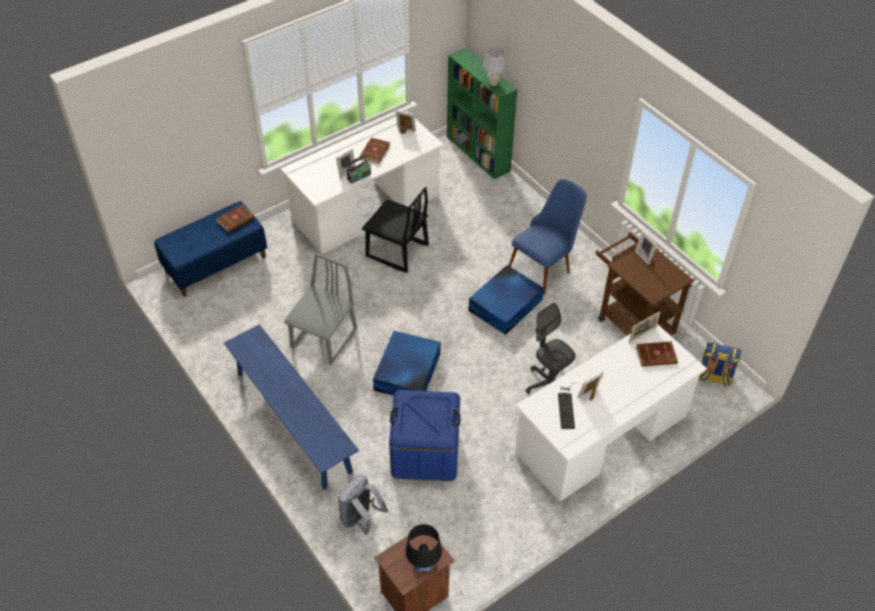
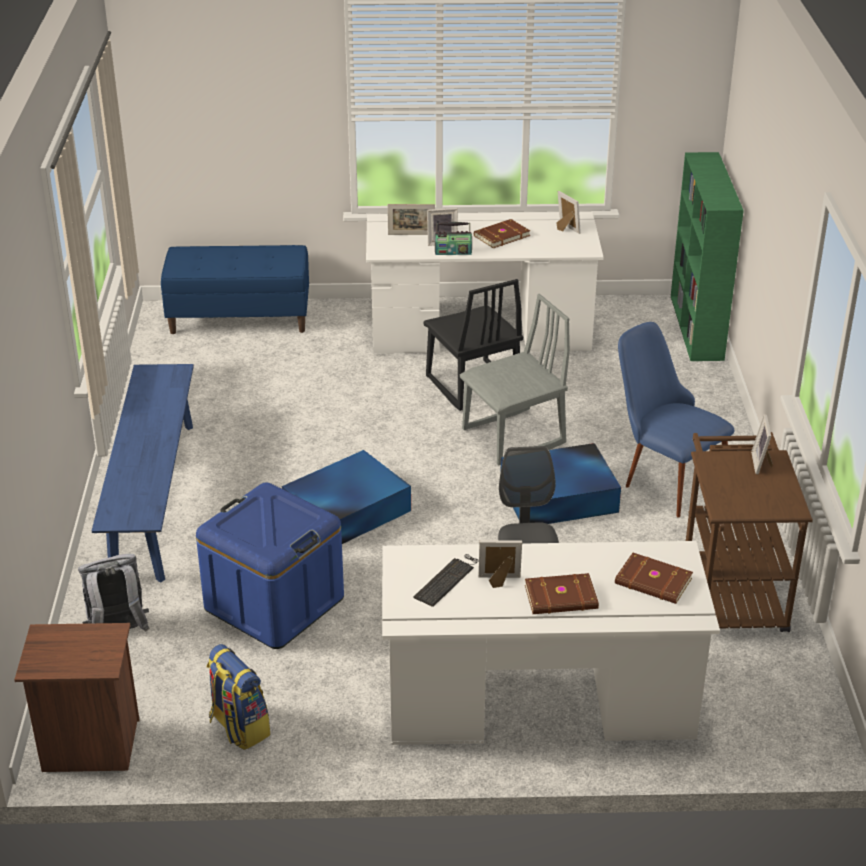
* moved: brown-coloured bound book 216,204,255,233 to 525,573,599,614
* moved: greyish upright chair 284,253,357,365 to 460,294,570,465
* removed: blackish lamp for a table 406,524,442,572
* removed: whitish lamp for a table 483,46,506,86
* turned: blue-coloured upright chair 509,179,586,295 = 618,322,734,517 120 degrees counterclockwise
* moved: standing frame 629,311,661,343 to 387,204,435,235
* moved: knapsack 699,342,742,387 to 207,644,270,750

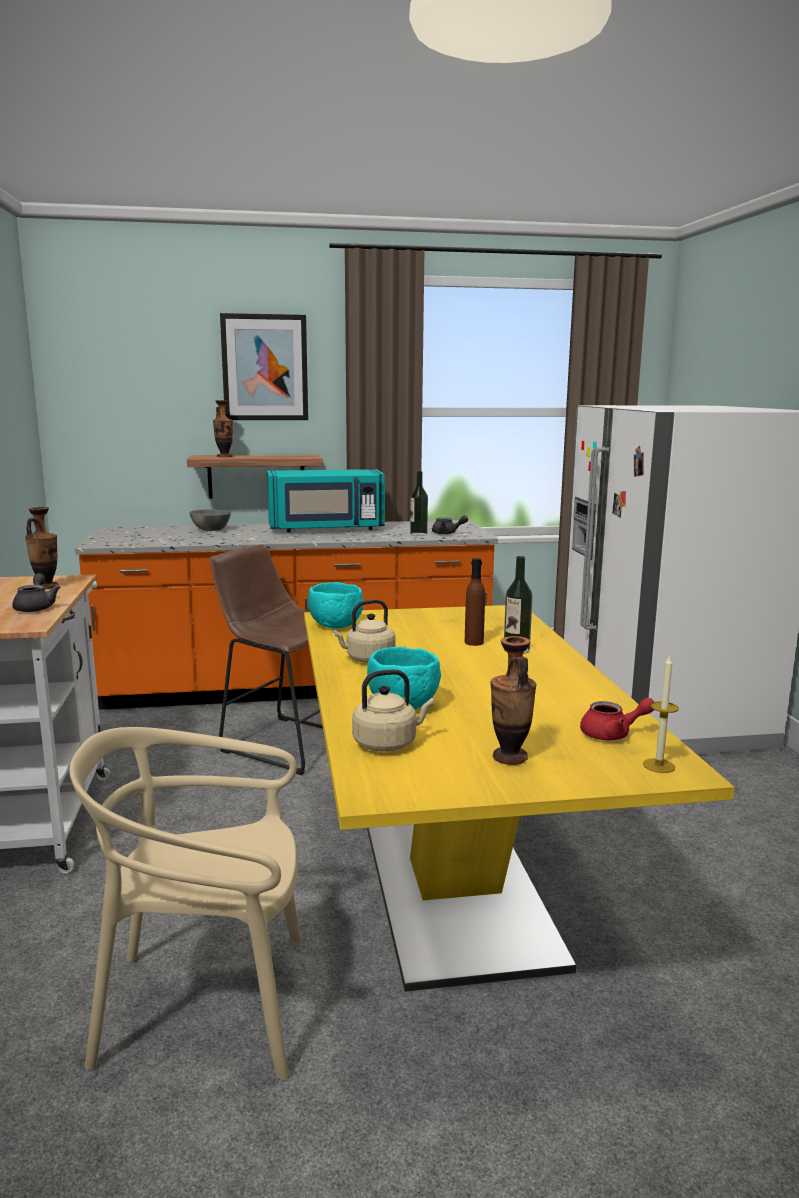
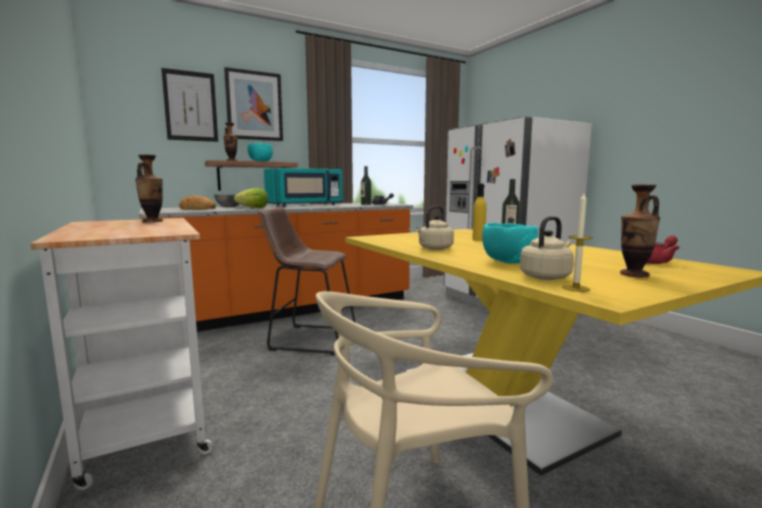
* removed: greyish tea pot 12,573,60,612
* moved: blue-green deep dish 308,582,363,628 to 248,143,273,162
* recoloured: brown-coloured bottle 465,558,485,646 to yellow bottle 472,184,486,241
* moved: candle 643,655,679,773 to 562,193,593,292
* added: wall art 161,68,218,142
* added: bread 179,195,216,210
* added: head of lettuce 234,188,268,208

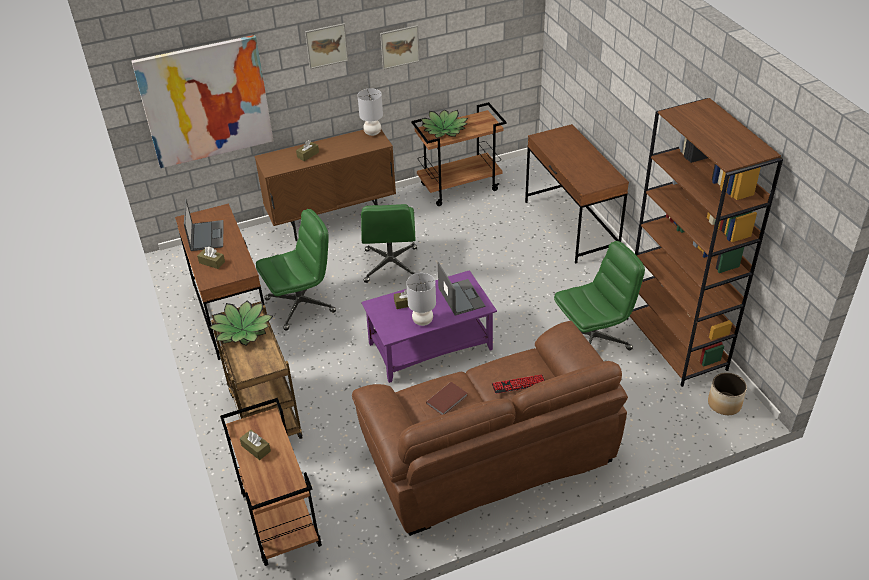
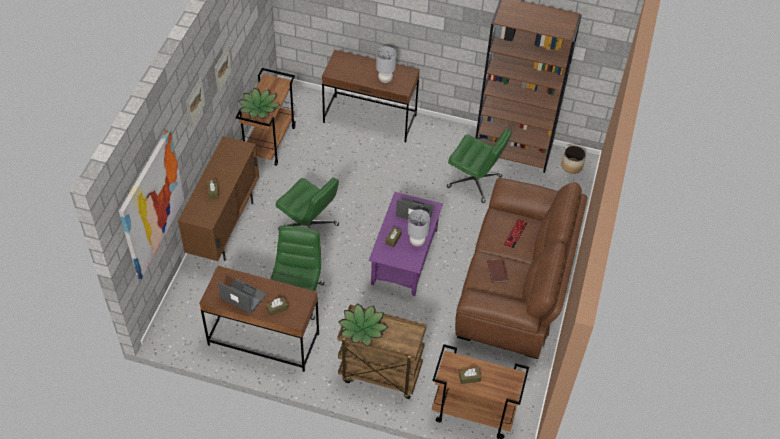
* moved: greyish lamp for a table 357,88,383,136 to 376,46,396,83
* turned: green-coloured desk chair 554,241,645,351 = 447,129,512,203 105 degrees clockwise

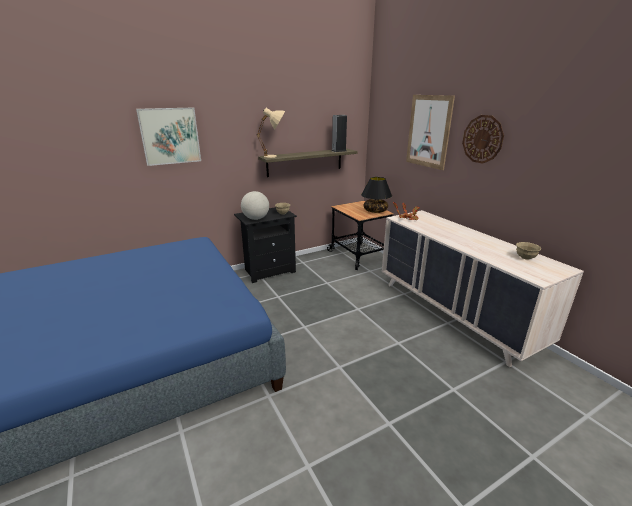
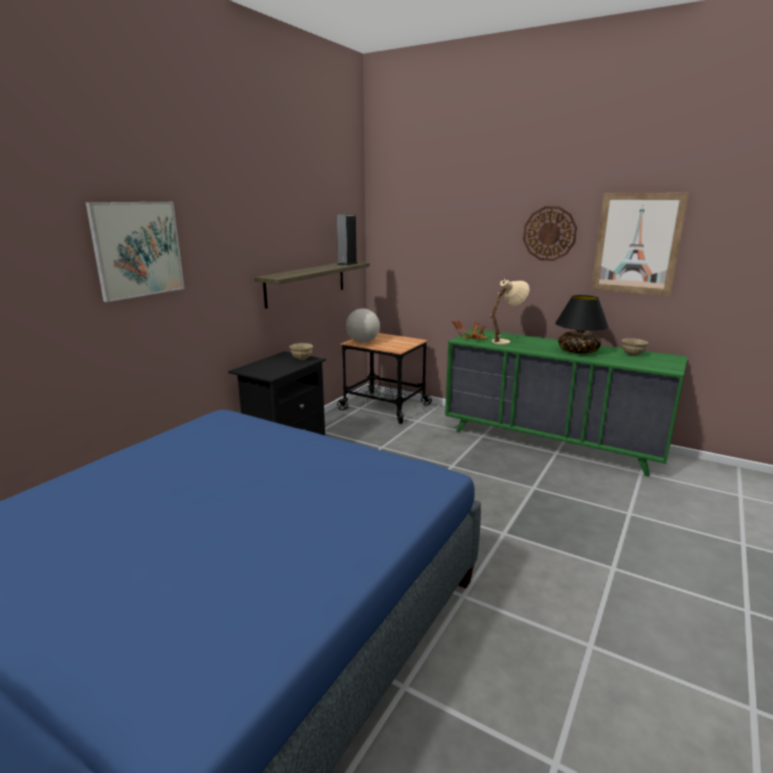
* moved: world globe 241,191,269,220 to 346,309,380,343
* moved: beige-coloured lamp for a table 257,108,285,158 to 491,278,529,345
* moved: blackish lamp for a table 361,177,392,213 to 555,295,609,354
* recoloured: beige-coloured drawer chest 382,210,584,367 to green-coloured drawer chest 445,329,688,477
* moved: wall art 406,95,455,170 to 591,193,689,296

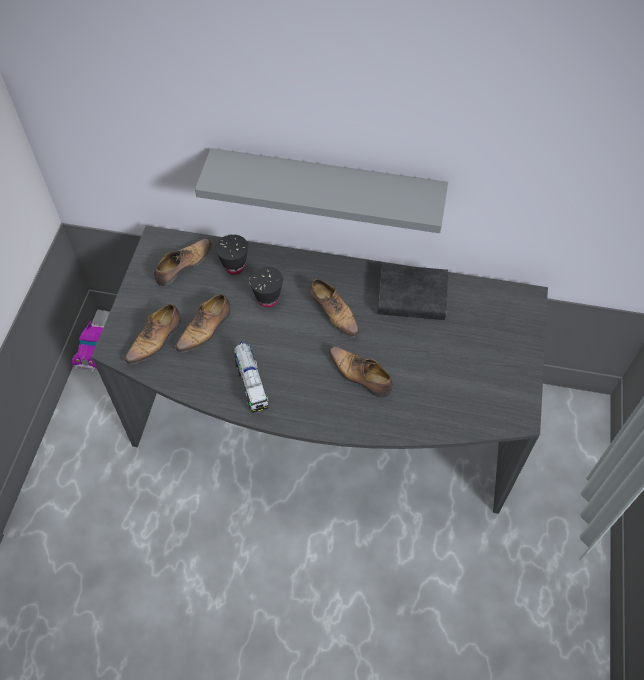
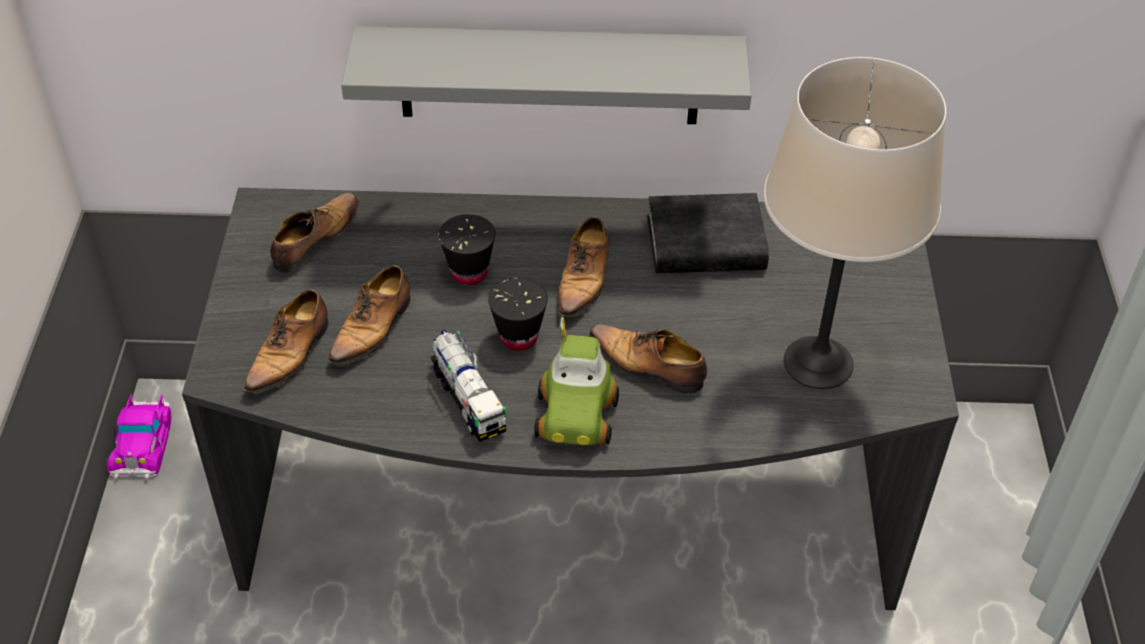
* moved: blackish cup 215,234,248,275 to 488,278,548,350
* turned: low shoe 310,279,359,337 = 558,217,609,317 60 degrees clockwise
* added: miniature car 534,317,619,445
* added: beige-coloured lamp for a table 763,57,946,389

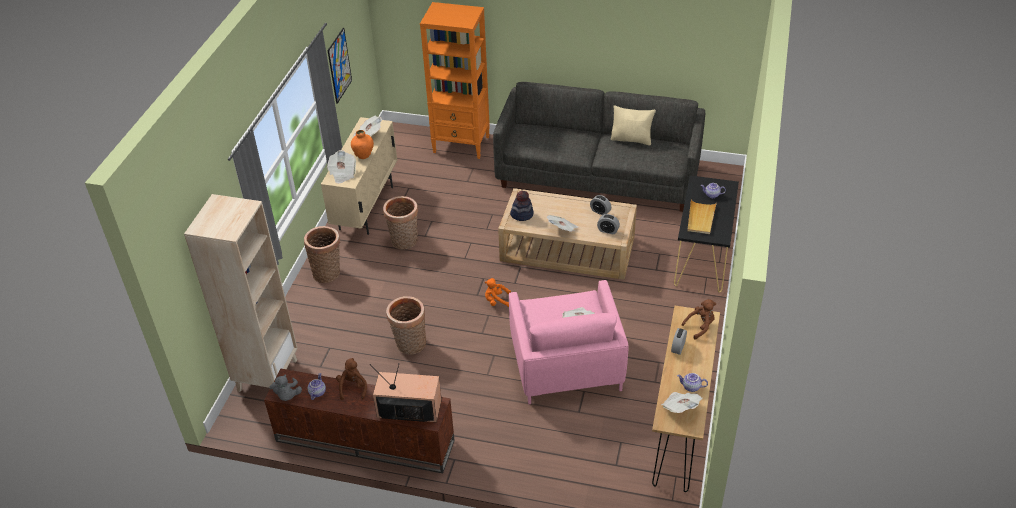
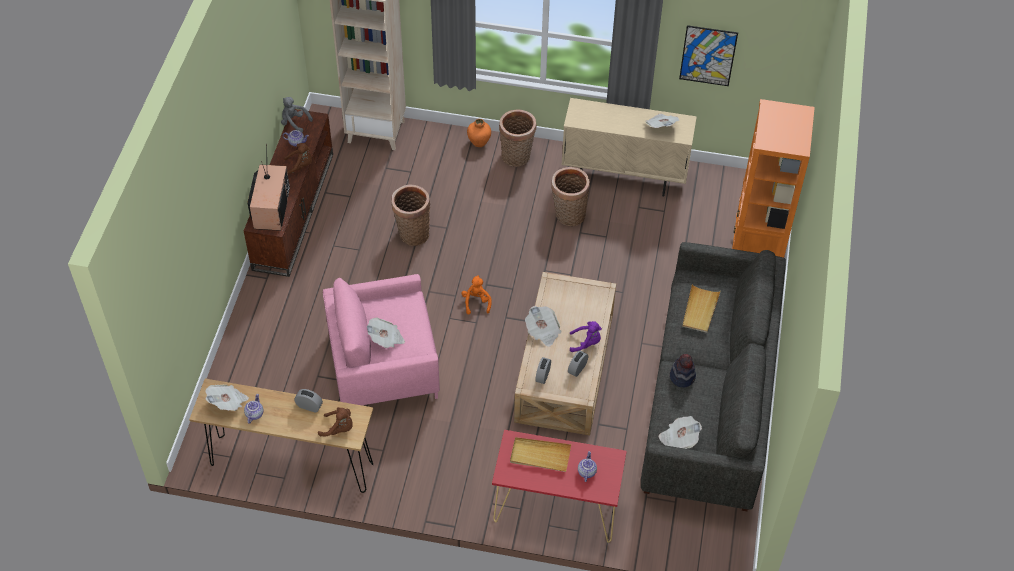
* turned: greyish plush toy 269,375,302,401 = 281,97,313,132 45 degrees clockwise
* moved: printed paper 327,150,356,184 to 659,416,702,449
* moved: orange-coloured decorative vase 351,130,374,159 to 467,119,491,147
* moved: hat 510,191,534,221 to 670,354,696,387
* removed: beige-coloured throw pillow 611,105,656,145
* recoloured: blackish hall table 674,175,739,293 to red-coloured hall table 492,430,627,543
* turned: brown-coloured plush toy 681,299,716,339 = 318,407,353,436 45 degrees counterclockwise
* added: purple-coloured plush toy 570,321,602,352
* added: beige-coloured tray 682,284,721,333

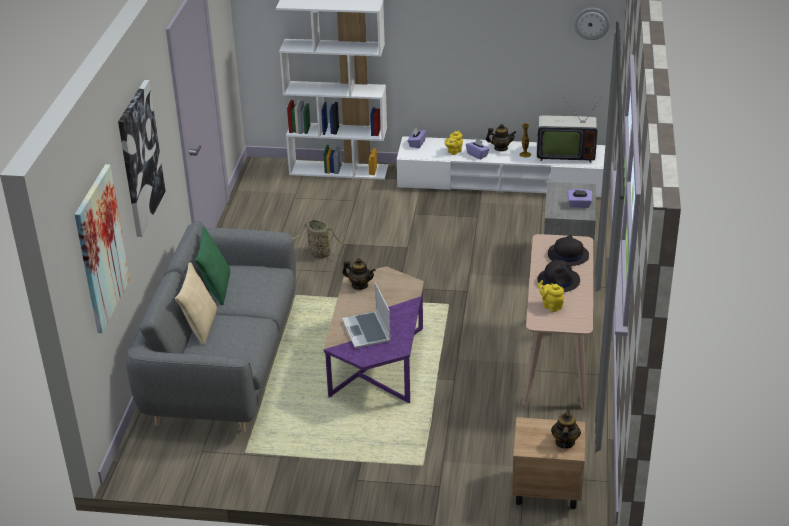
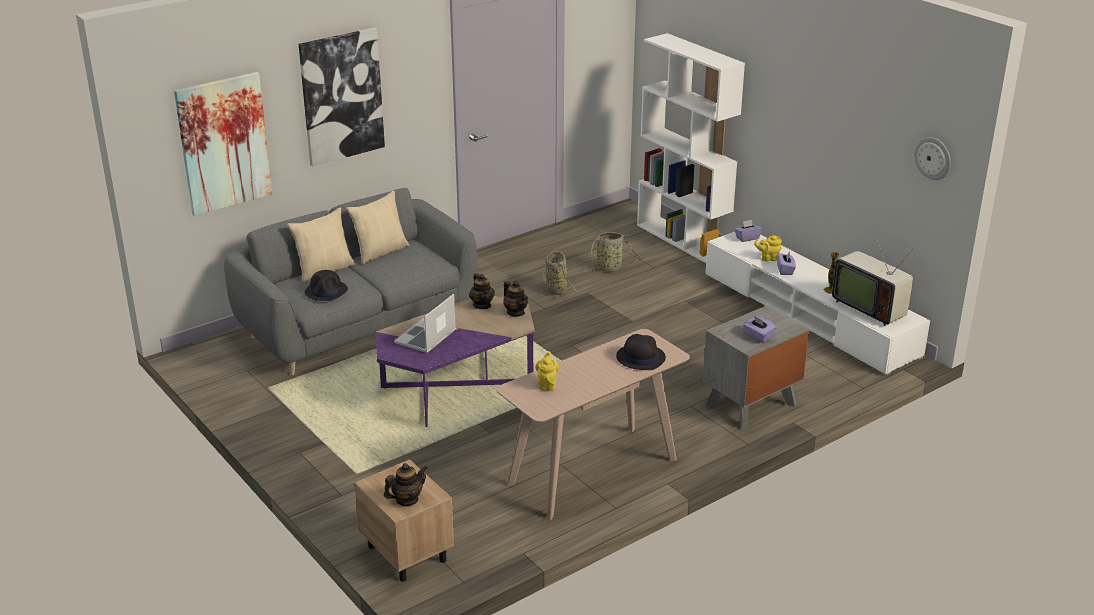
* recoloured: green-coloured throw pillow 195,227,230,305 to beige-coloured throw pillow 346,191,409,264
* moved: tea pot 486,124,517,151 to 503,281,528,316
* moved: blackish hat 538,260,580,292 to 304,270,348,301
* added: household basket 585,232,644,272

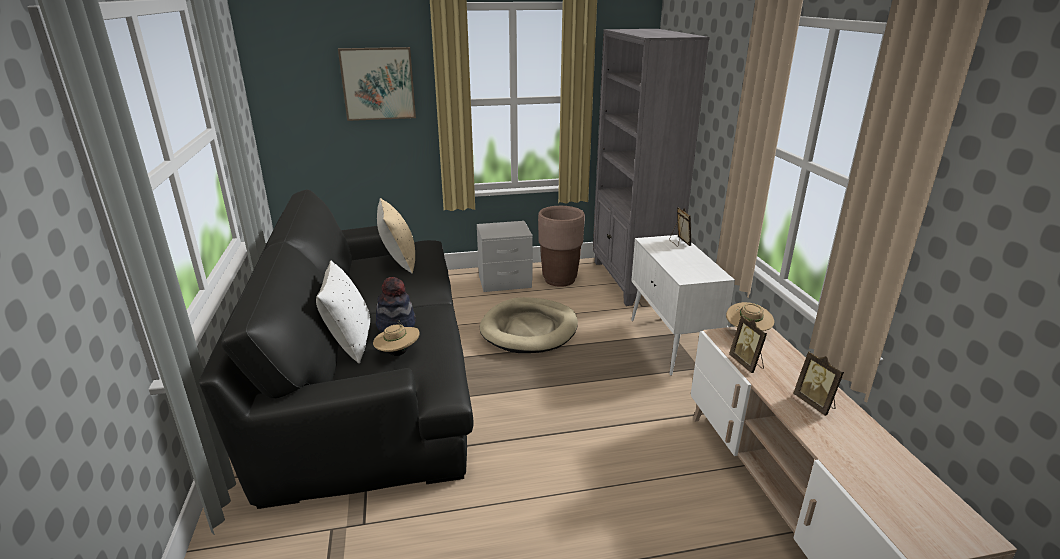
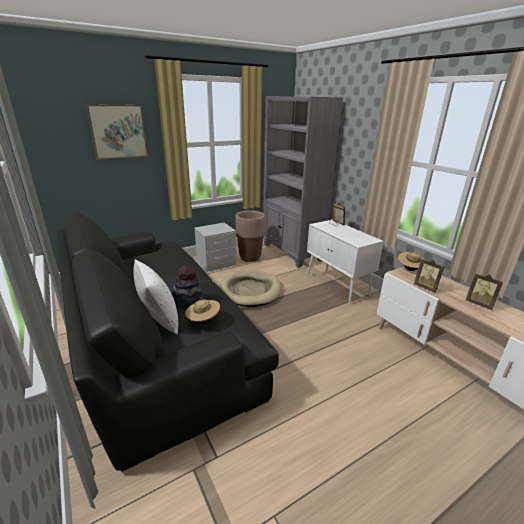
* removed: beige-coloured throw pillow 377,198,415,274

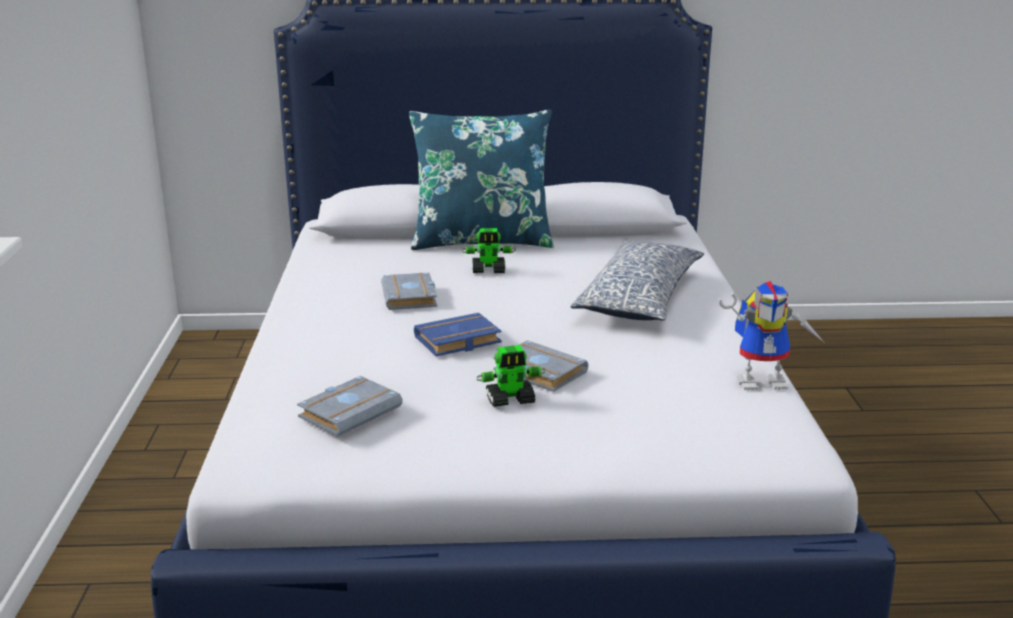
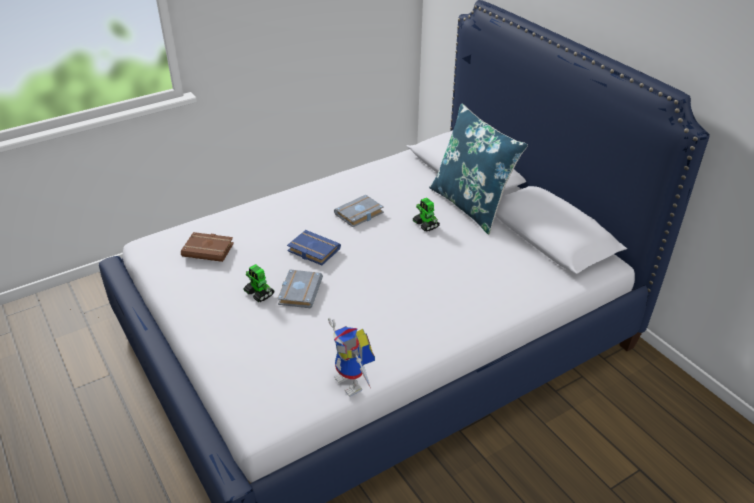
* recoloured: greyish bound book 297,376,402,437 to brown-coloured bound book 181,232,234,262
* removed: throw pillow 571,241,704,321

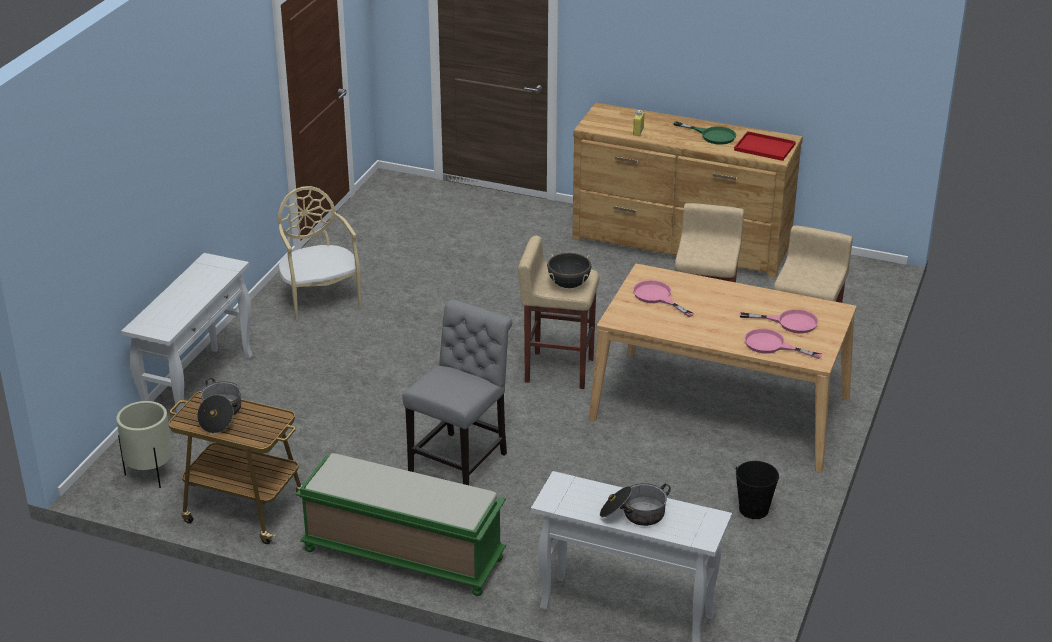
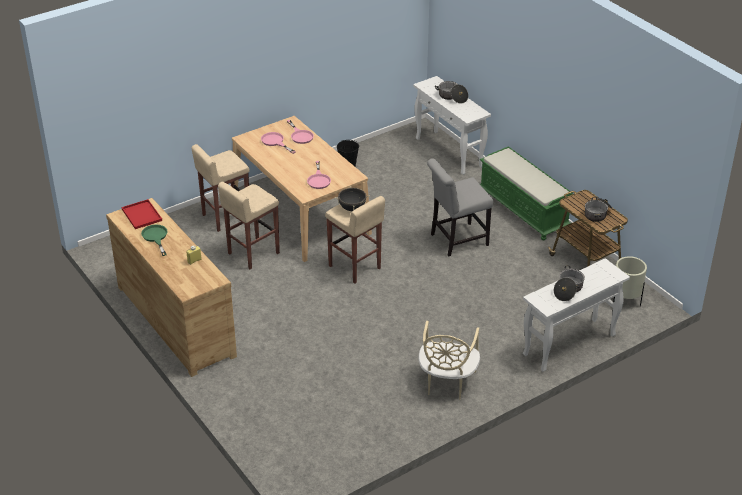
* added: saucepot 554,265,585,301

